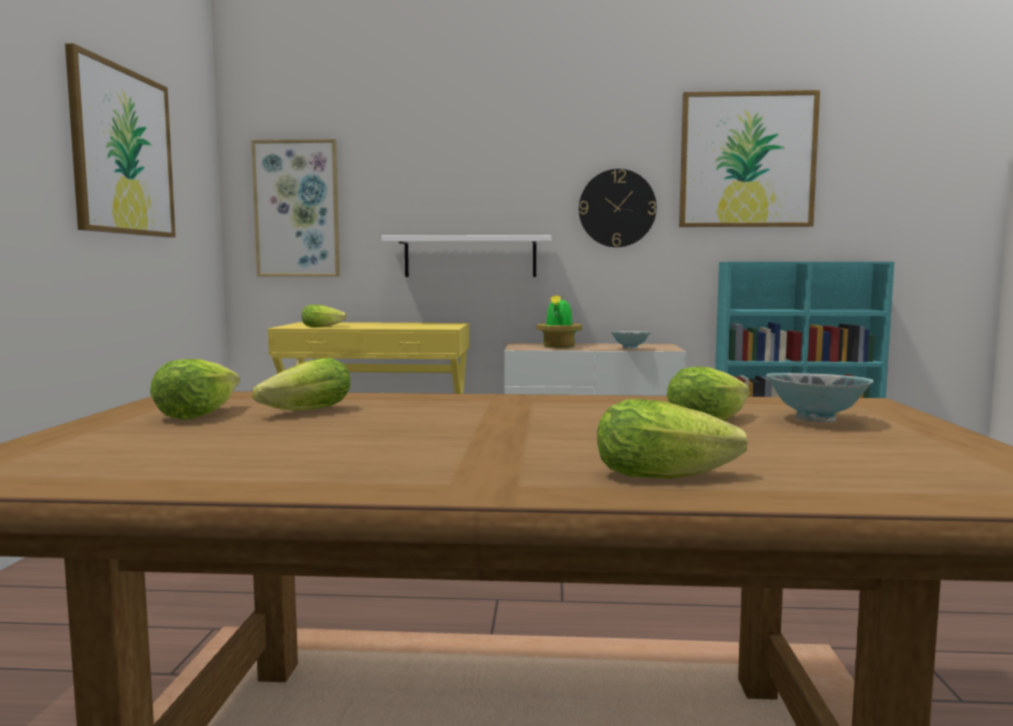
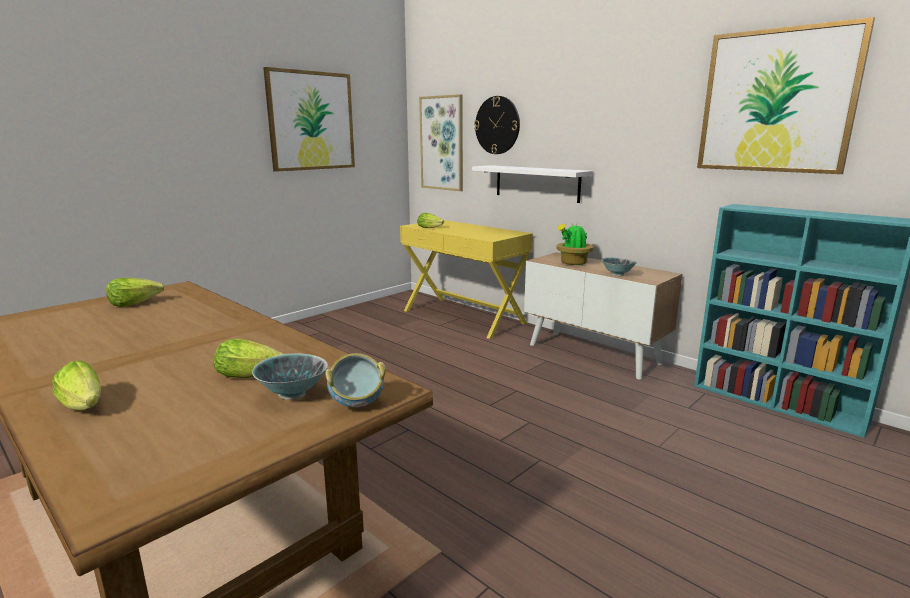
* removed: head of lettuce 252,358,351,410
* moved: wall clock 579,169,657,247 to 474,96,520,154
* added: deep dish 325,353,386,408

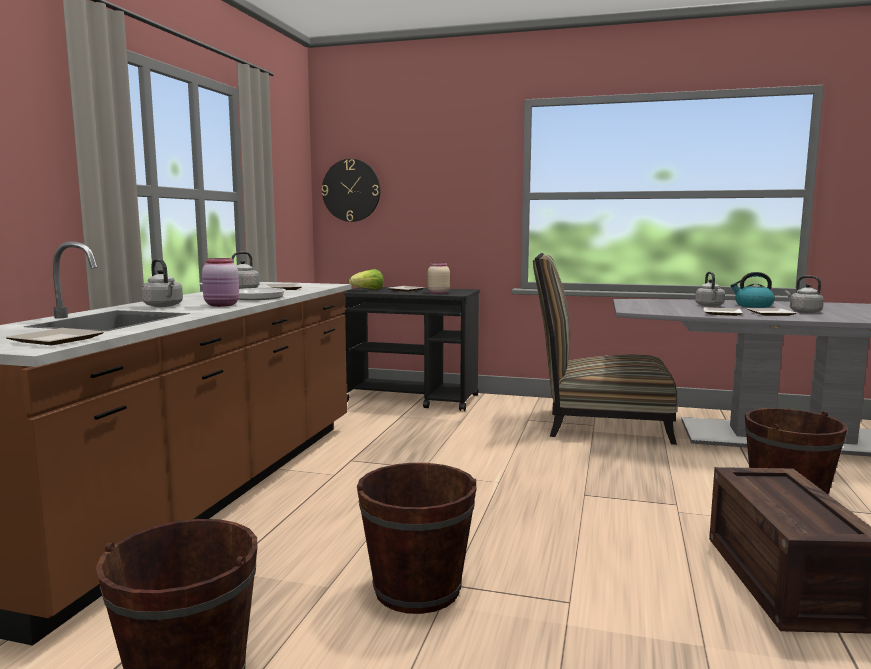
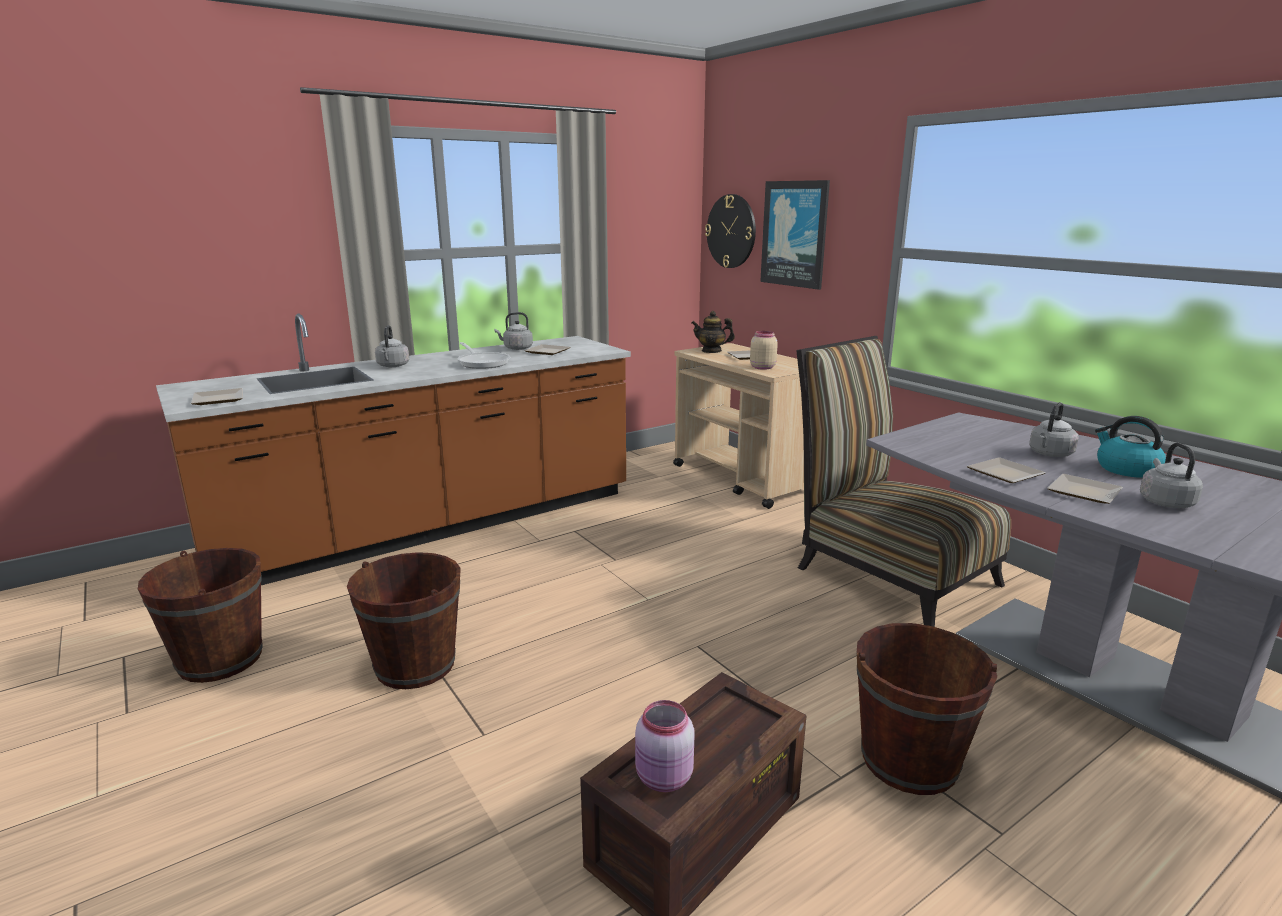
* moved: pinkish storage jar 202,258,239,307 to 635,700,695,792
* recoloured: blackish wheeled cart 342,287,480,411 to beige-coloured wheeled cart 673,343,804,509
* replaced: head of lettuce 349,269,383,290 to tea pot 692,311,735,353
* added: wall art 760,180,830,290

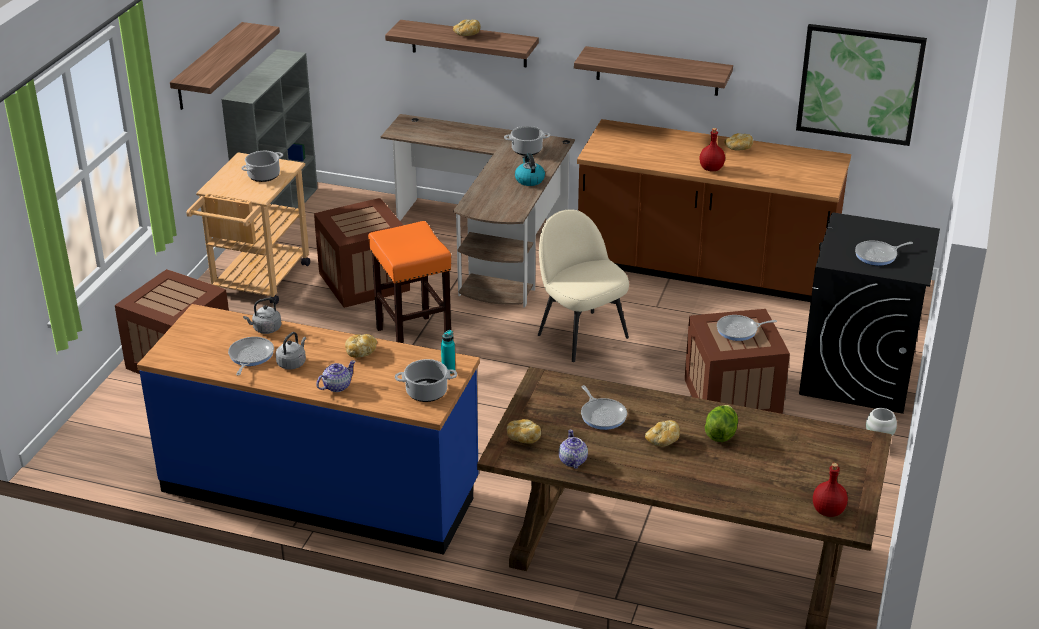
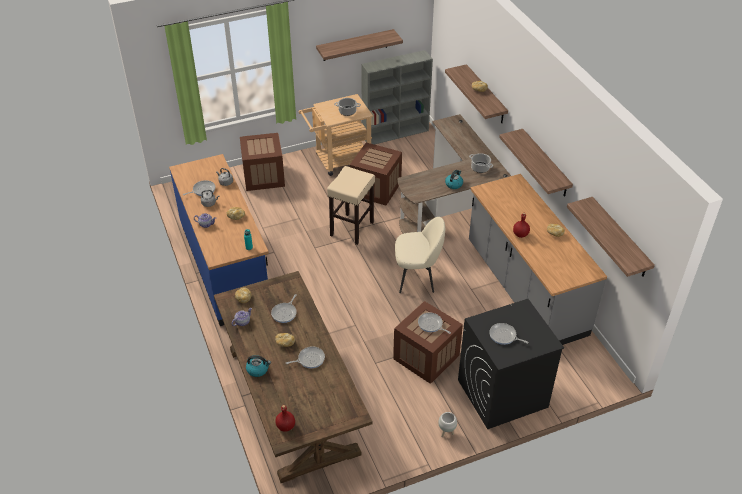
* recoloured: orange-coloured stool seat 368,221,451,343 to beige-coloured stool seat 327,166,375,245
* removed: saucepot 395,359,457,402
* turned: beige-coloured upright chair 538,209,629,362 = 395,217,445,293 75 degrees clockwise
* recoloured: brown-coloured kitchen base unit 577,119,851,302 to greyish kitchen base unit 469,174,607,345
* replaced: head of lettuce 705,405,738,442 to frying pan 286,346,325,368
* replaced: wall art 796,24,927,146 to bracket shelf 567,197,655,277
* added: tea kettle 246,355,271,377

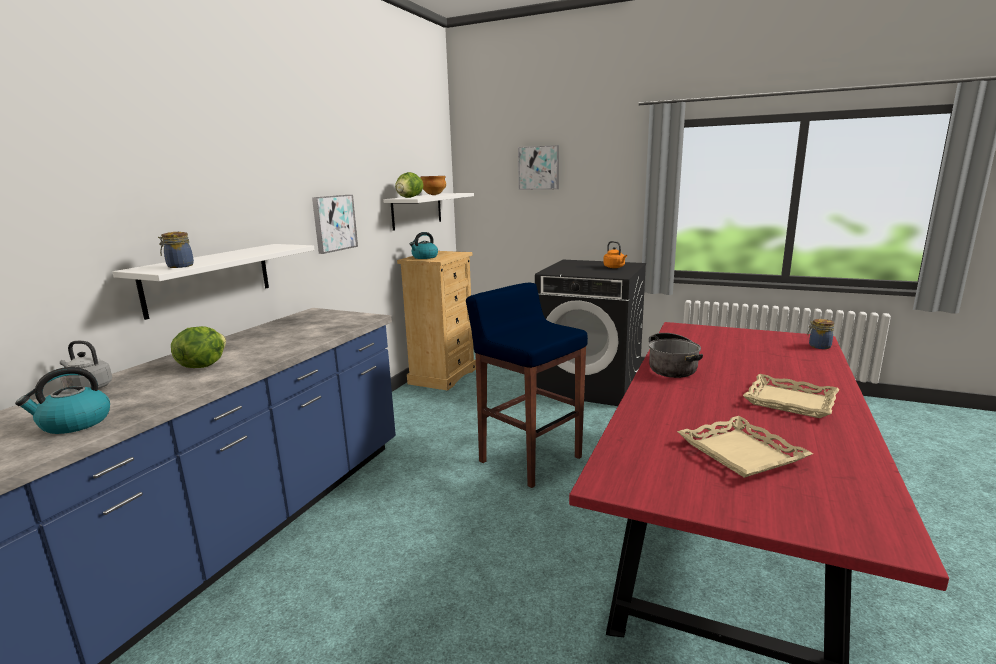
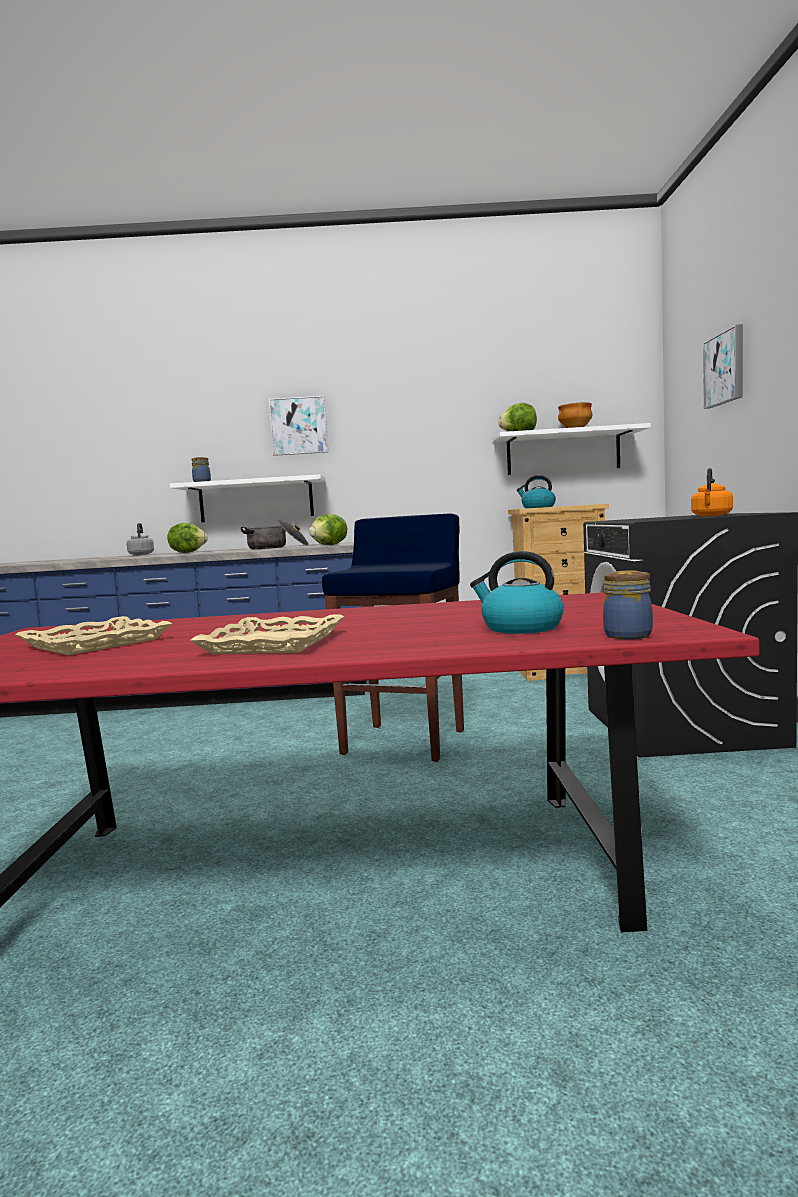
* moved: tea kettle 15,367,110,434 to 470,551,564,634
* moved: wall art 312,195,358,254 to 269,396,329,456
* moved: saucepot 649,333,703,378 to 241,519,309,549
* added: head of lettuce 309,514,347,545

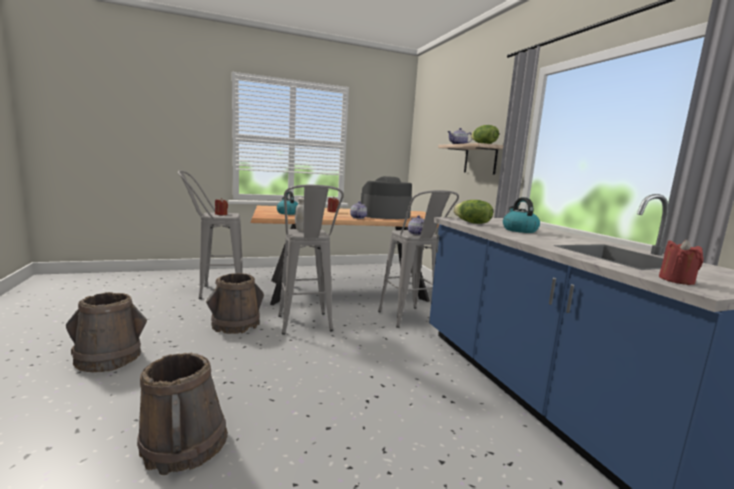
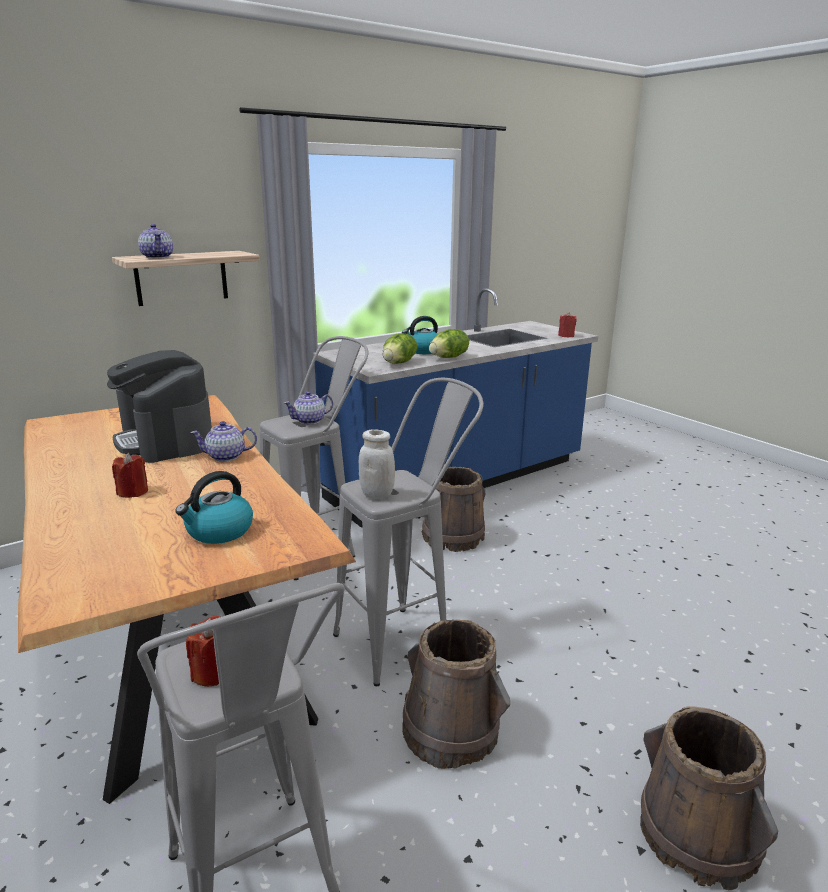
* moved: brown-coloured bucket 137,353,228,475 to 421,467,486,552
* moved: head of lettuce 471,125,499,144 to 429,329,469,358

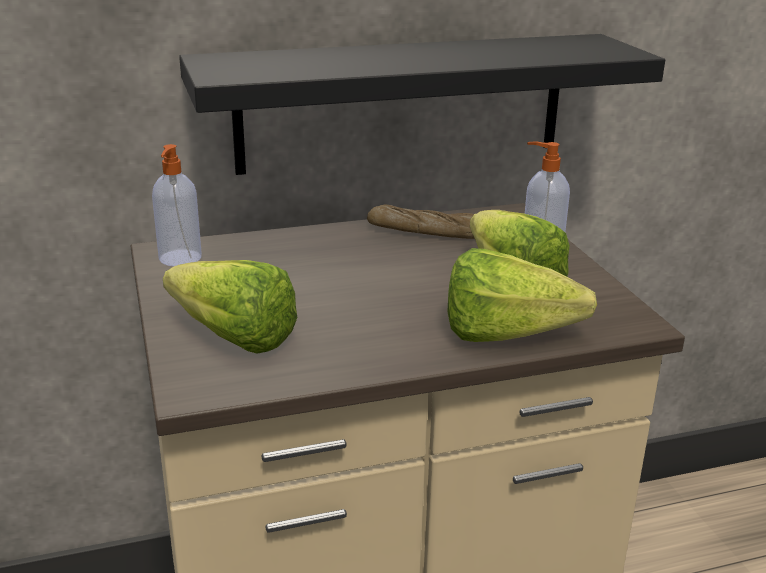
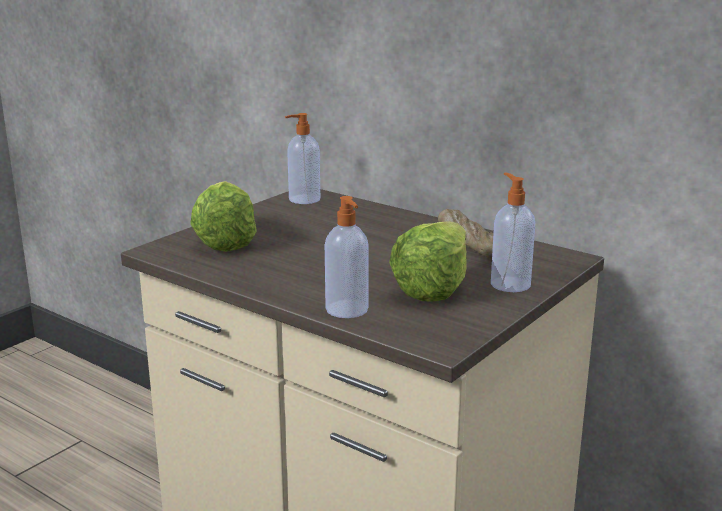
* removed: blackish bracket shelf 179,34,665,175
* replaced: head of lettuce 448,248,597,342 to liquid soap bottle 325,196,369,318

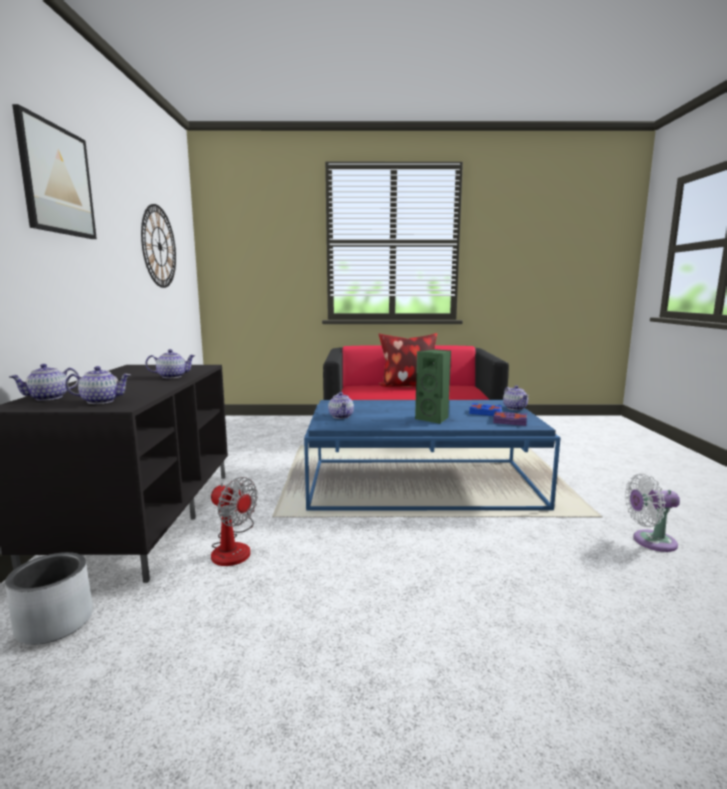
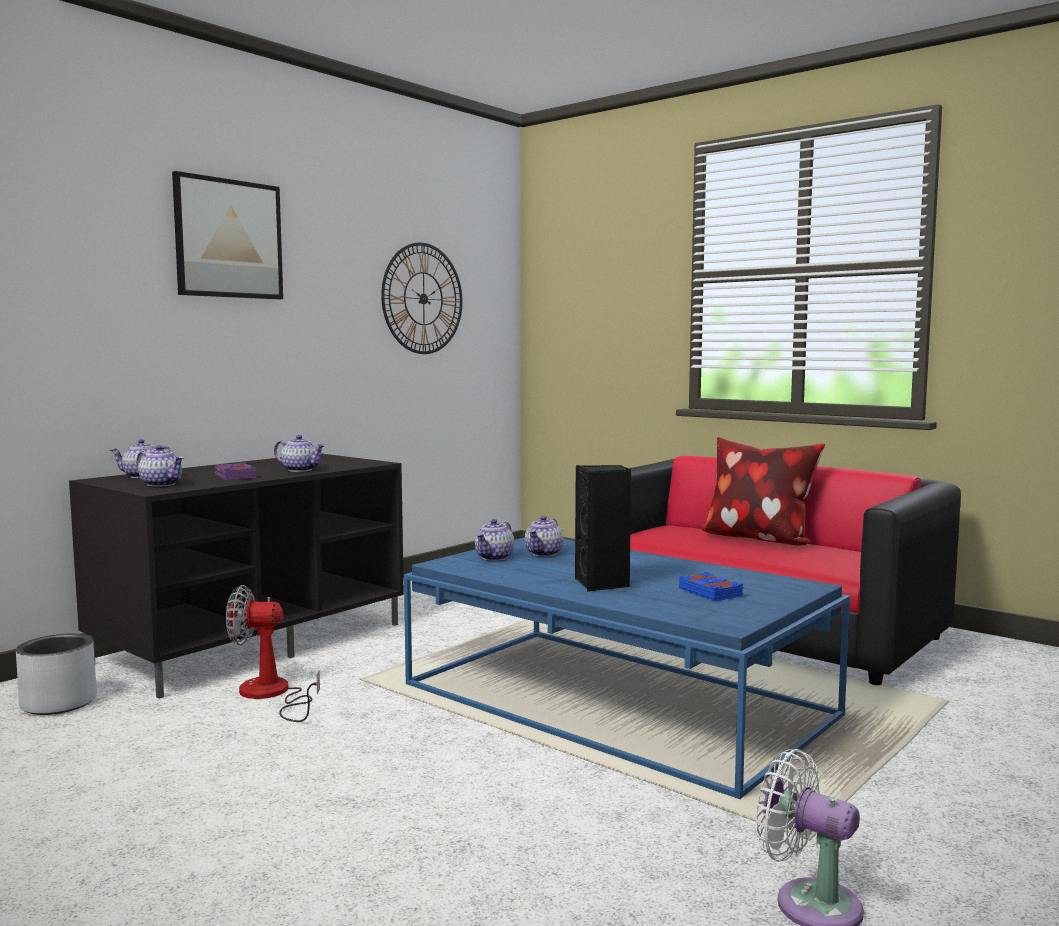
* turned: cooling fan 211,477,258,566 = 226,585,320,722 105 degrees clockwise
* recoloured: green-coloured loudspeaker 415,349,451,424 to blackish loudspeaker 575,465,631,591
* moved: purple-coloured bound book 493,411,527,426 to 215,462,257,480
* moved: tea pot 503,385,529,410 to 525,516,564,557

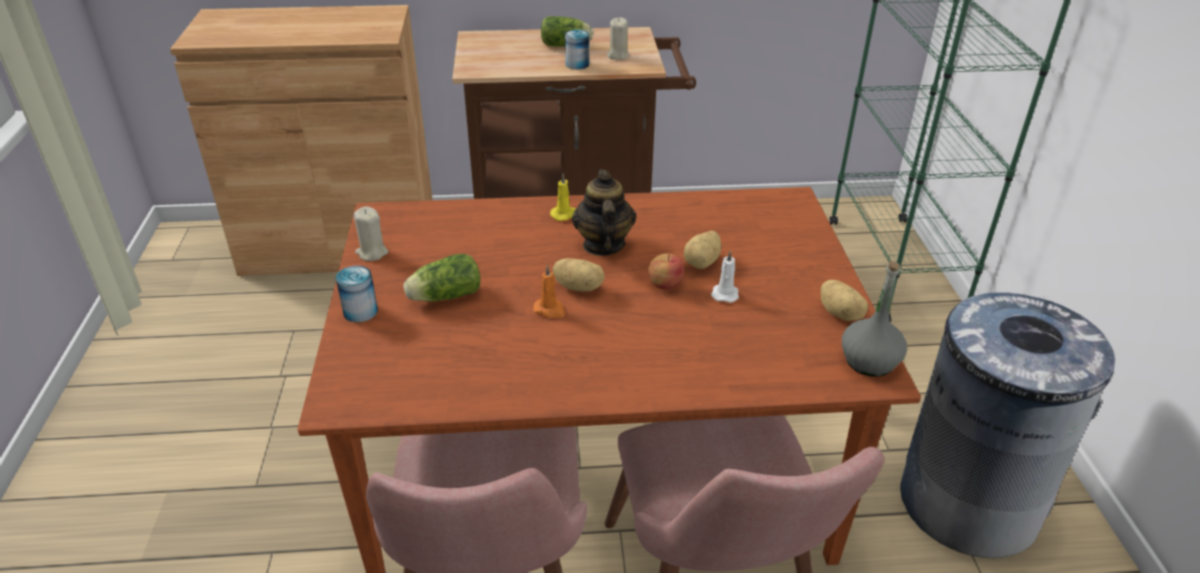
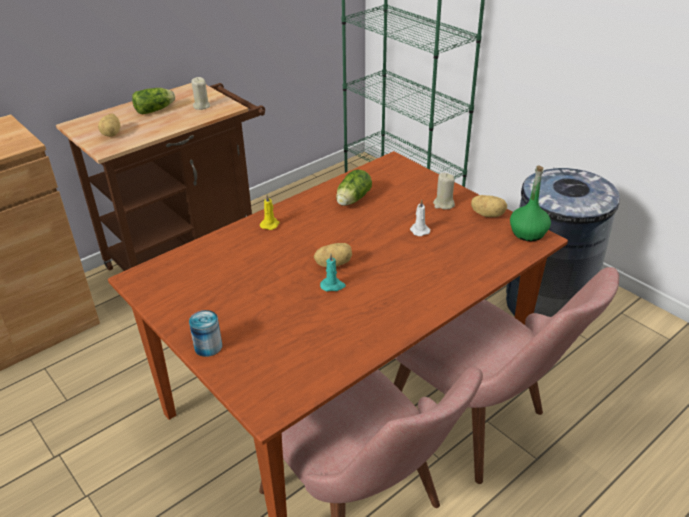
* moved: beige-coloured candle 353,207,388,261 to 433,173,455,210
* moved: head of lettuce 403,254,480,302 to 336,169,372,206
* recoloured: orange-coloured candle 533,265,565,318 to blue-green candle 320,254,346,291
* removed: sealed can 565,30,589,70
* removed: tea pot 572,169,636,256
* removed: apple fruit 648,253,684,290
* moved: spud 684,231,721,269 to 98,113,121,137
* recoloured: greyish bottle 842,261,907,377 to green-coloured bottle 510,165,551,241

